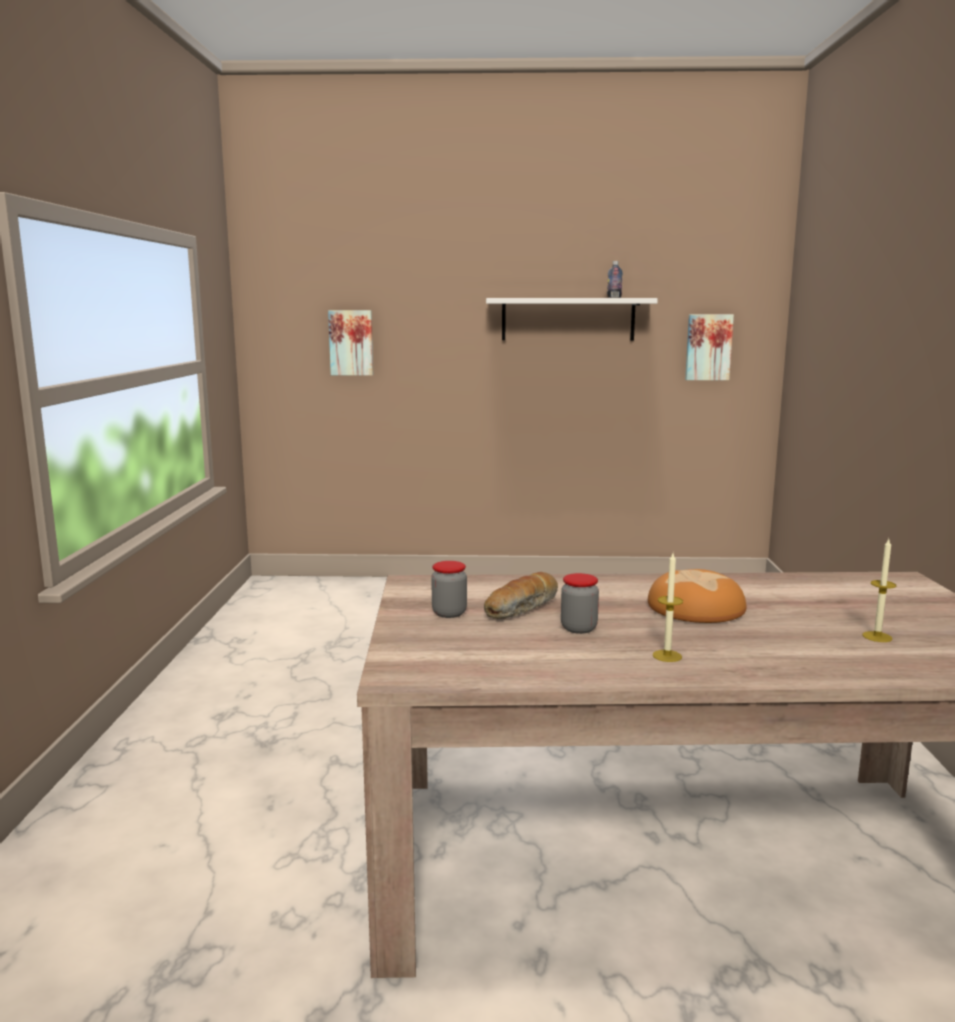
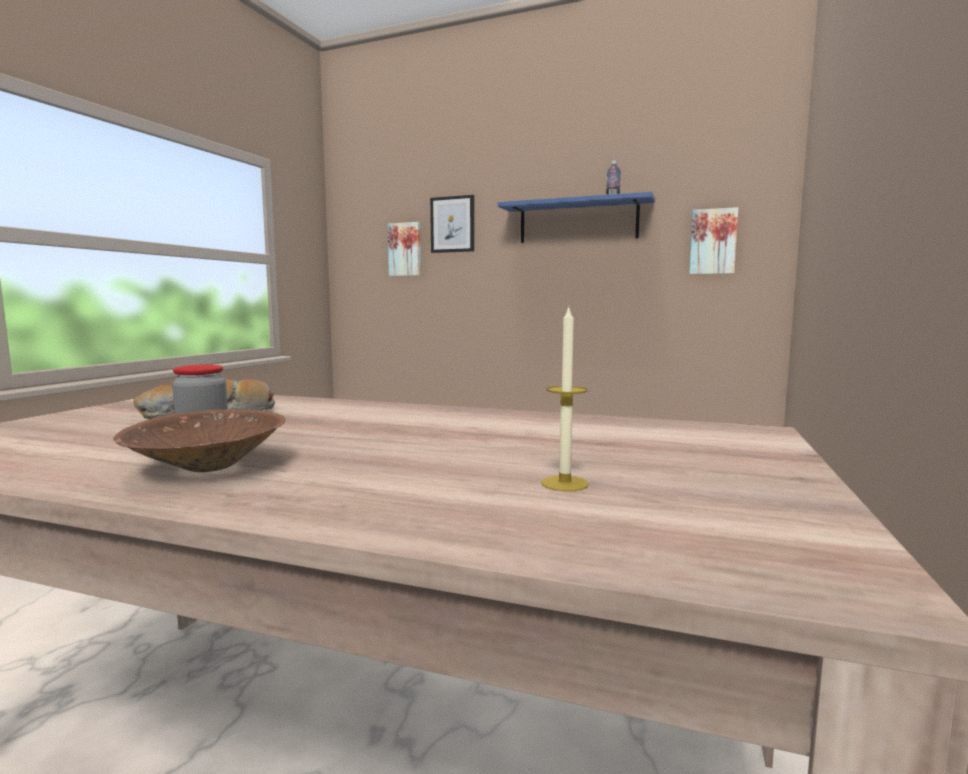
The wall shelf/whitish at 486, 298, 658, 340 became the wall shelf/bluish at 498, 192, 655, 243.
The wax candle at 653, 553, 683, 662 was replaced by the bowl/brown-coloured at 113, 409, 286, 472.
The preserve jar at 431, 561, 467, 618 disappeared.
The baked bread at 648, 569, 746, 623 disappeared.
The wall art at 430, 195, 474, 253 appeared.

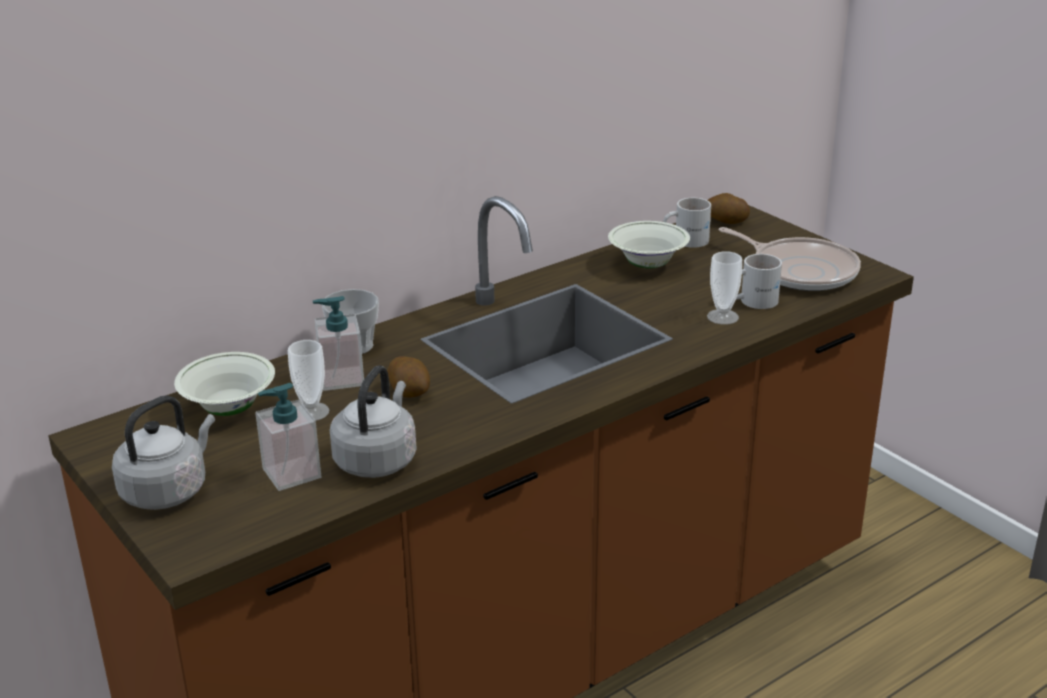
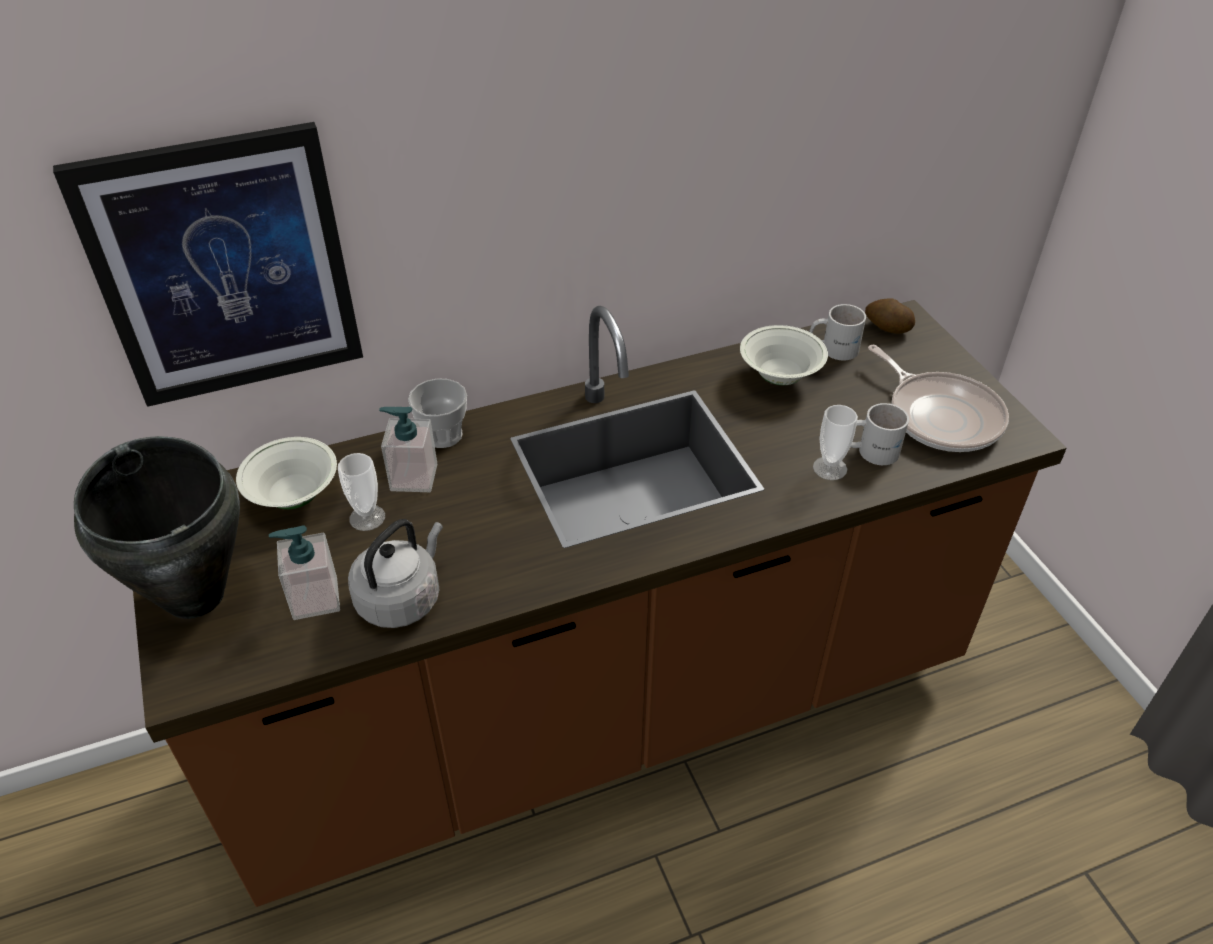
The spud at 387, 356, 430, 398 disappeared.
The water kettle/gray at 112, 395, 215, 510 was replaced by the cooking pot/blackish at 74, 436, 240, 619.
The wall art at 53, 122, 363, 407 appeared.

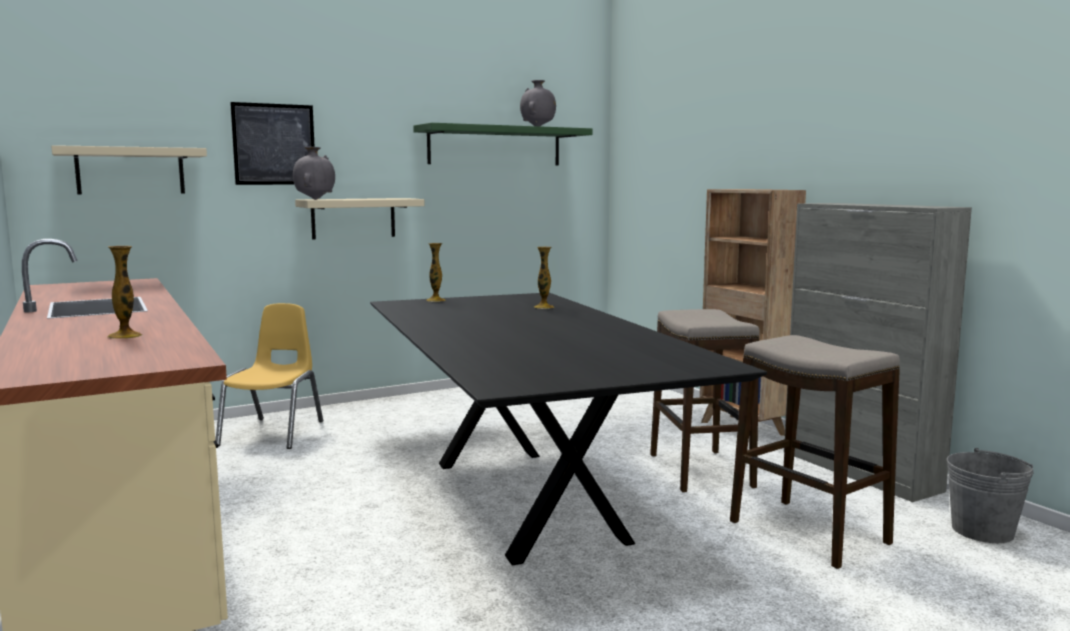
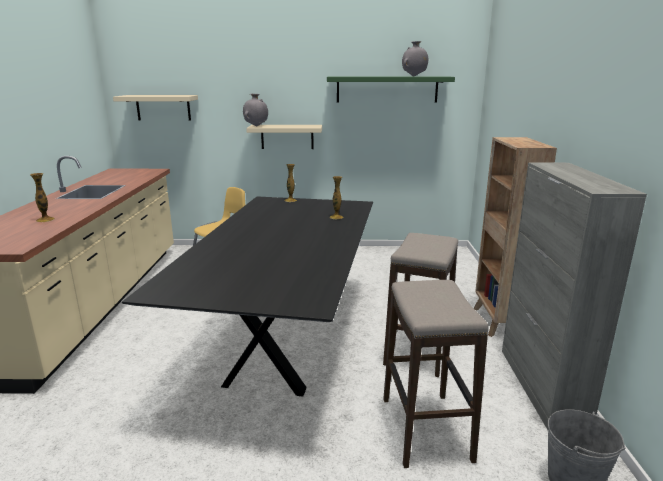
The wall art at 230, 102, 315, 185 disappeared.

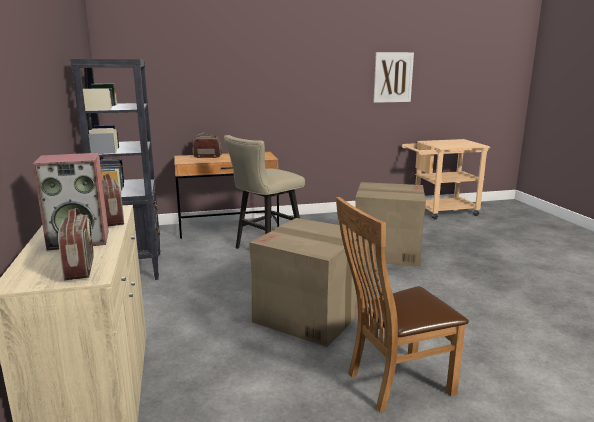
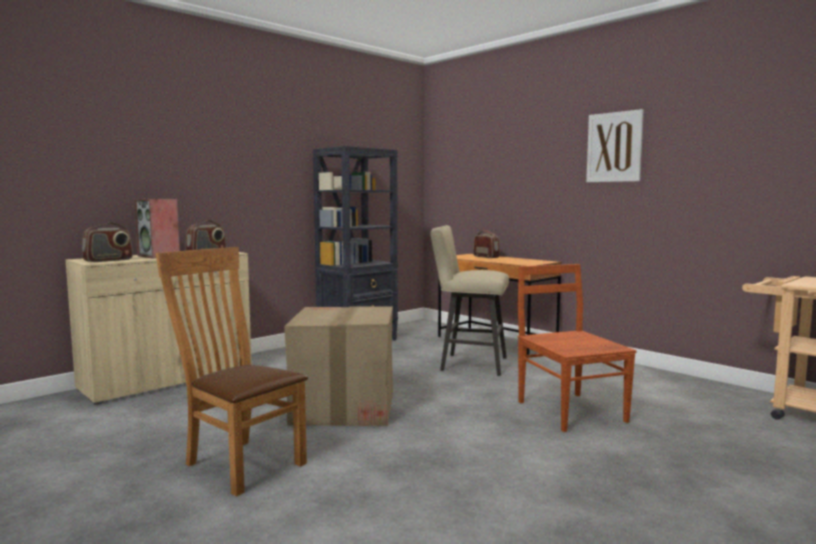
The wall art moved from 374, 52, 414, 103 to 586, 109, 644, 182.
The cardboard box at 356, 182, 426, 267 was replaced by the chair/brown-coloured at 518, 264, 637, 432.

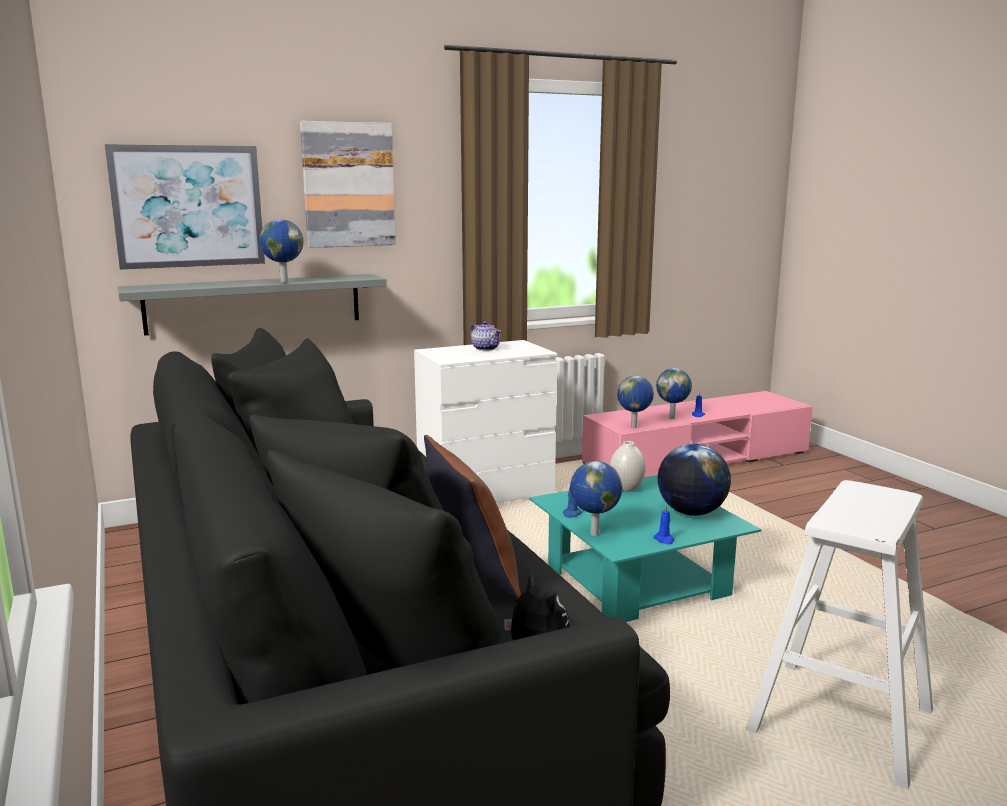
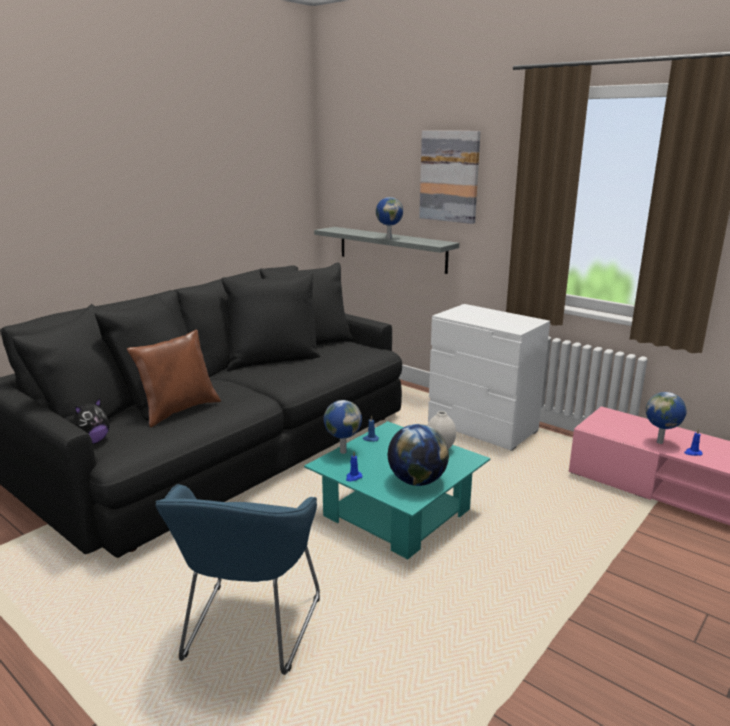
The wall art at 105, 144, 265, 270 disappeared.
The teapot at 470, 321, 501, 351 disappeared.
The world globe at 617, 376, 654, 428 disappeared.
The stool seat/whitish at 745, 480, 933, 790 was replaced by the easy chair/bluish at 155, 484, 320, 675.

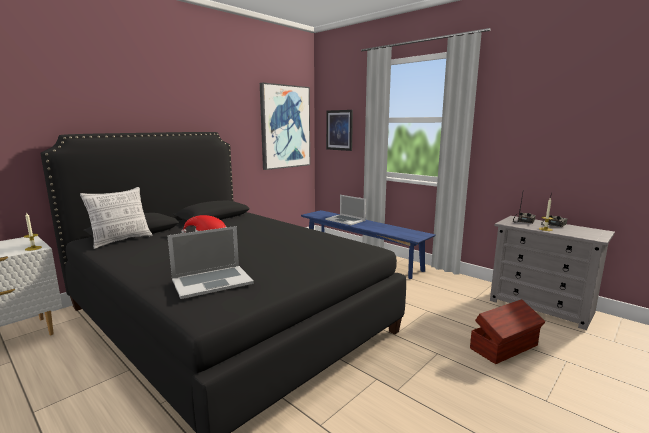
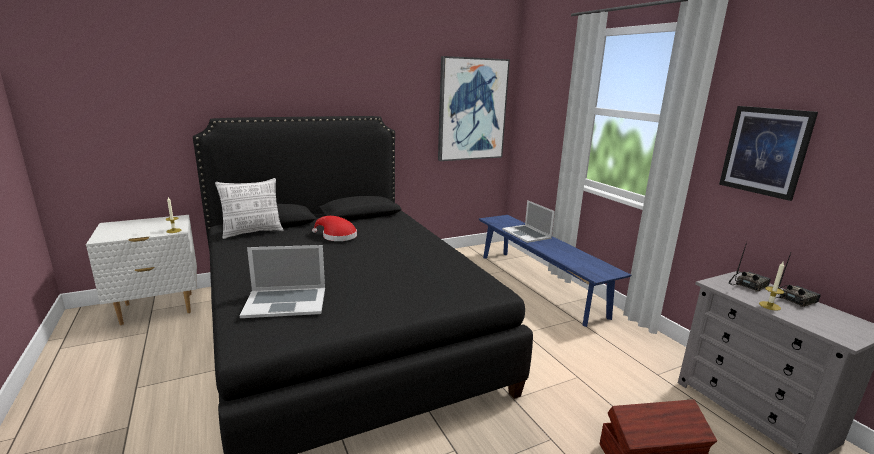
The wall art moved from 326, 110, 353, 151 to 719, 106, 818, 201.

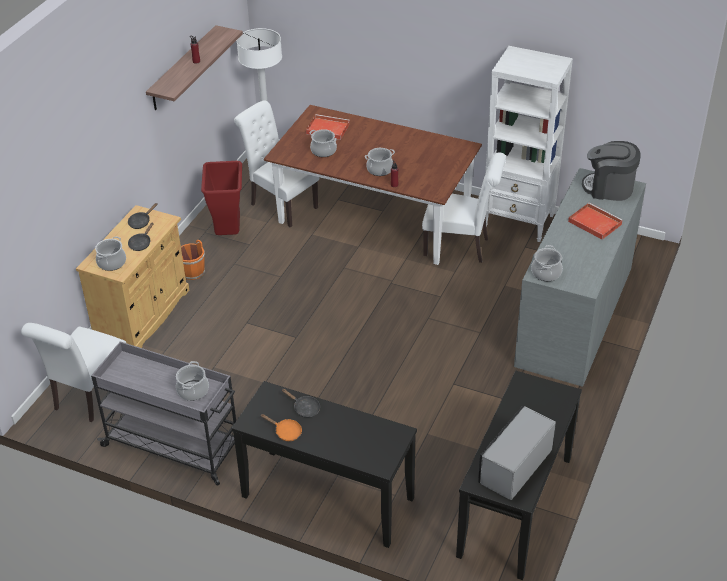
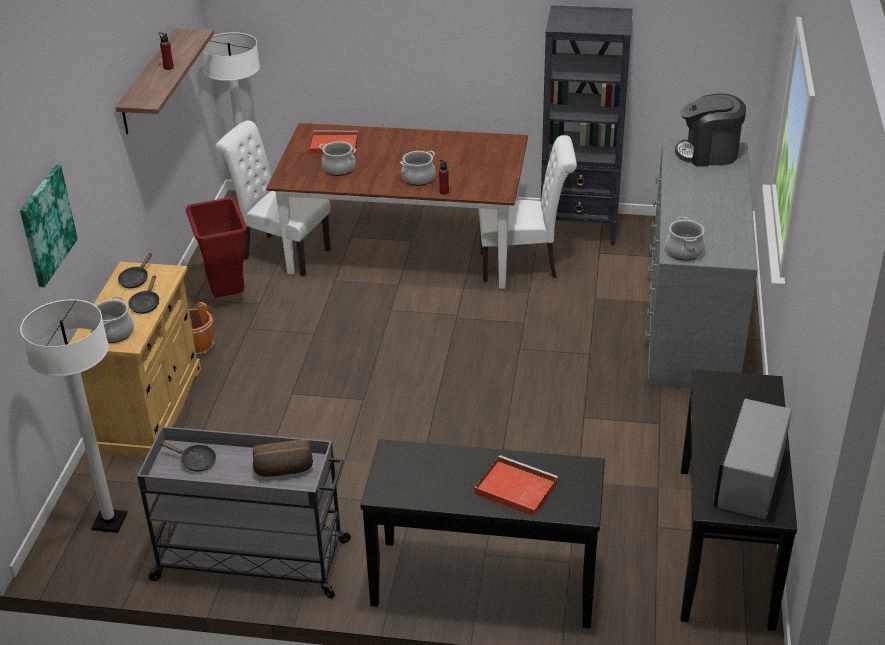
The shelving unit/whitish at 485, 46, 573, 242 became the shelving unit/blackish at 541, 5, 633, 245.
The carrying tray/reddish moved from 568, 203, 623, 240 to 474, 455, 558, 517.
The chair/whitish at 21, 323, 126, 422 was replaced by the standing lamp/whitish at 20, 299, 127, 533.
The cooking pot at 176, 361, 209, 401 was replaced by the baked bread at 253, 439, 313, 477.
The pan/blackish moved from 282, 389, 320, 418 to 160, 441, 216, 471.
The pan/orange at 260, 414, 302, 441 disappeared.
The wall art at 20, 165, 78, 287 appeared.

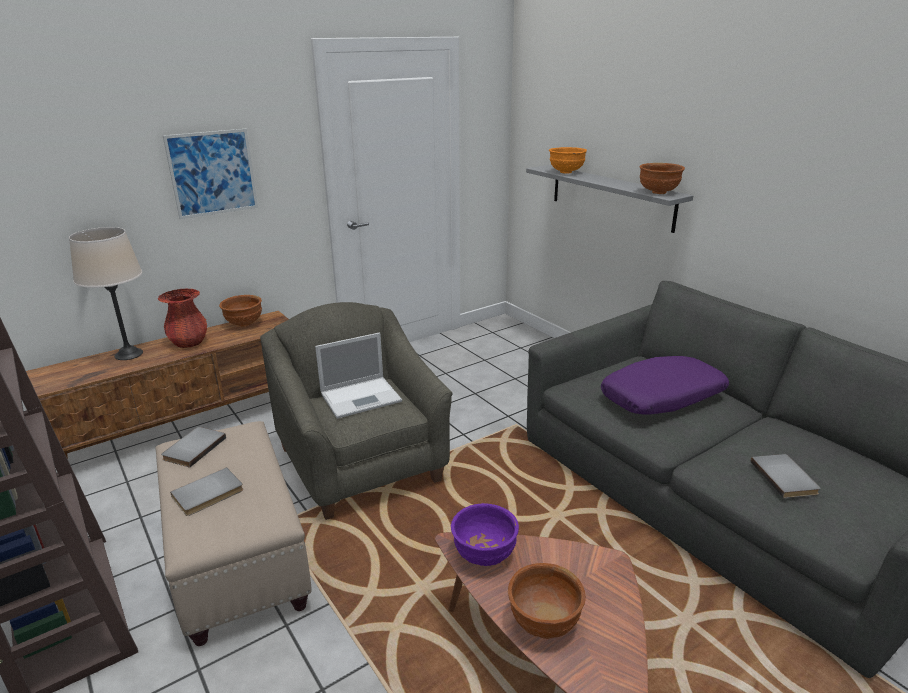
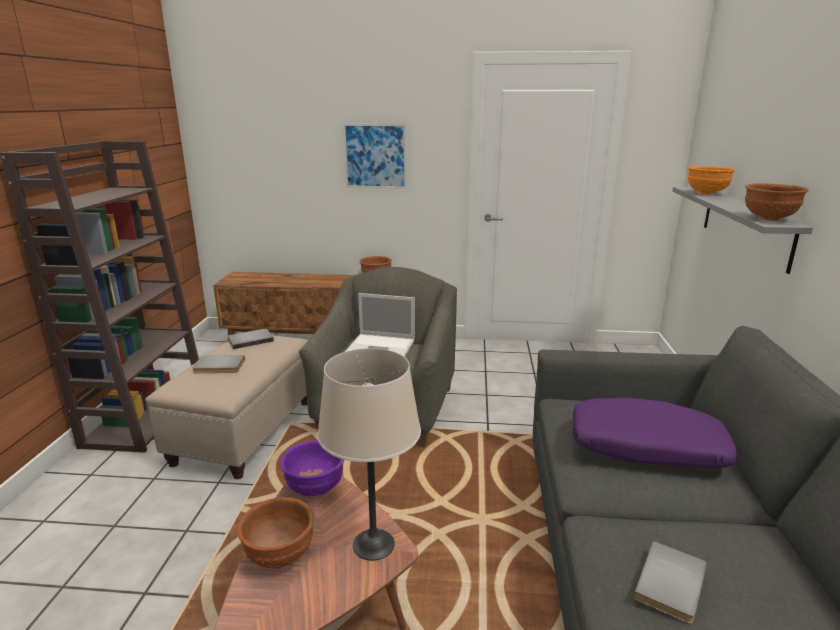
The tabletop lamp/beige moved from 69, 227, 143, 360 to 317, 348, 421, 561.
The vase/reddish at 158, 288, 207, 348 disappeared.

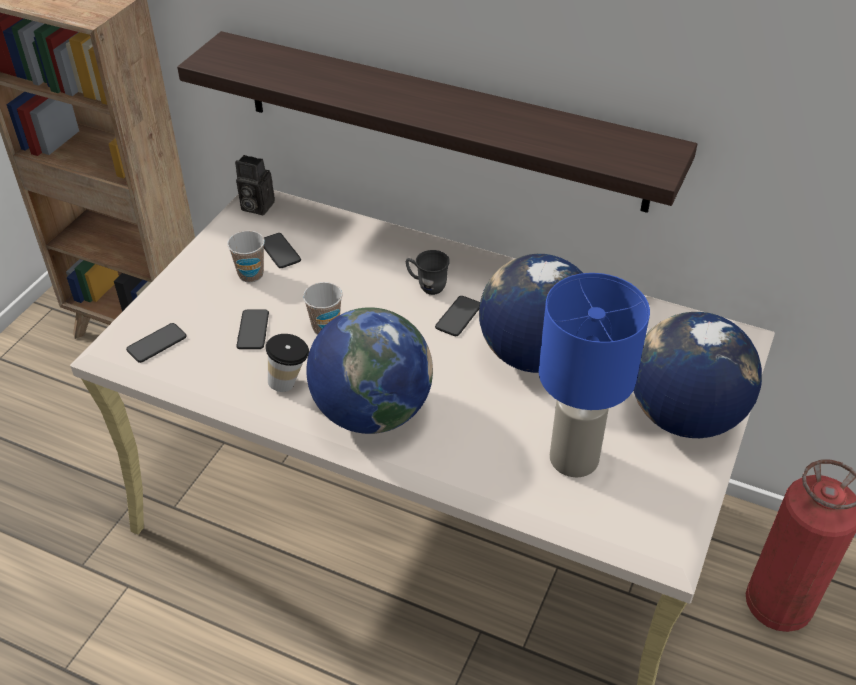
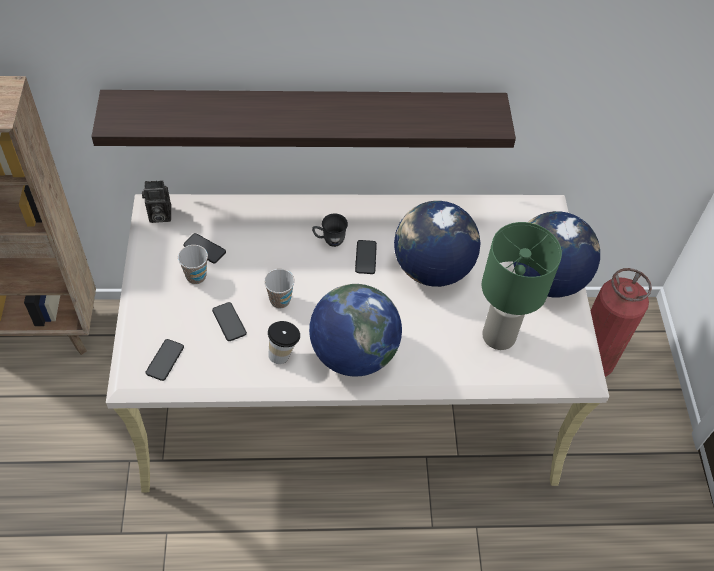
The tabletop lamp/bluish at 539, 273, 650, 477 became the tabletop lamp/green-coloured at 482, 222, 562, 350.

